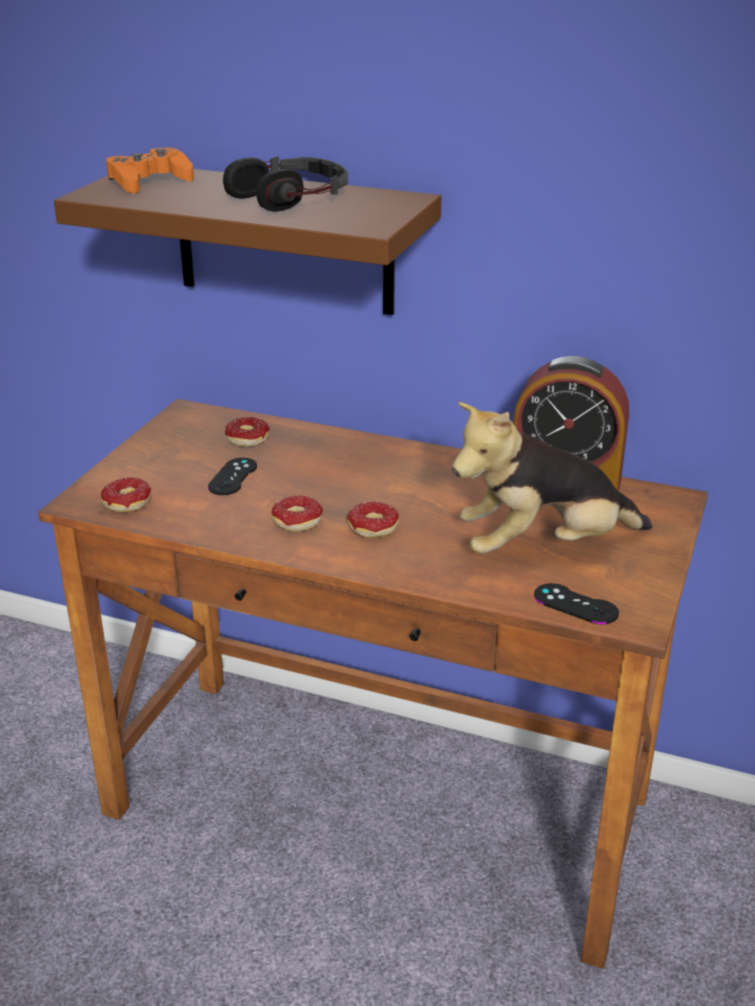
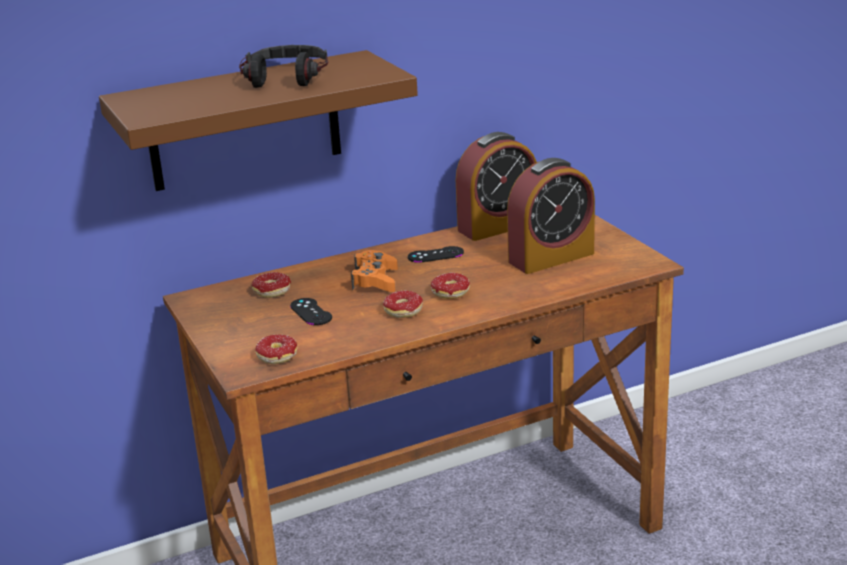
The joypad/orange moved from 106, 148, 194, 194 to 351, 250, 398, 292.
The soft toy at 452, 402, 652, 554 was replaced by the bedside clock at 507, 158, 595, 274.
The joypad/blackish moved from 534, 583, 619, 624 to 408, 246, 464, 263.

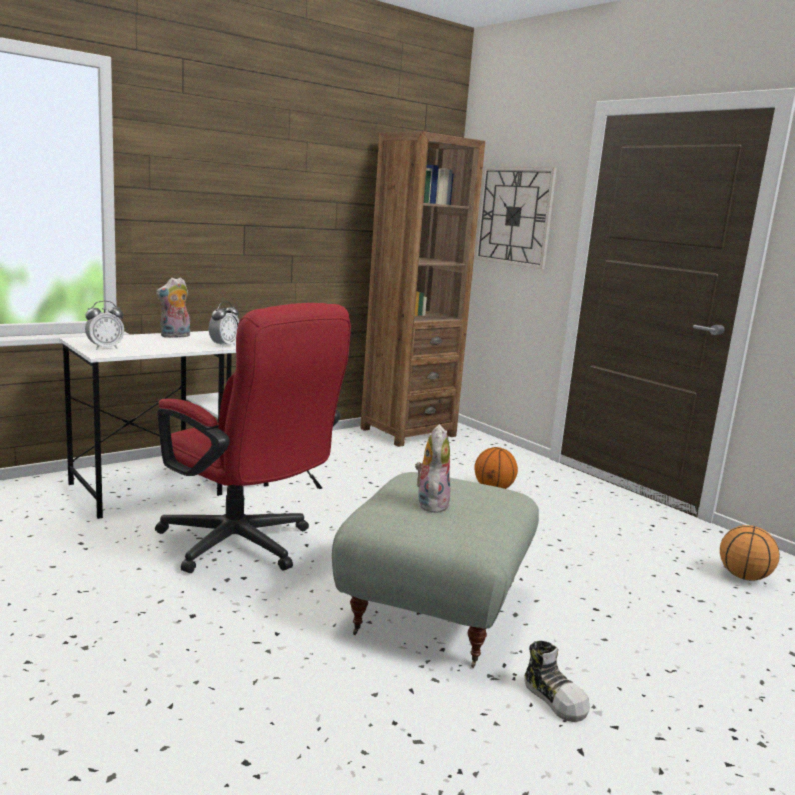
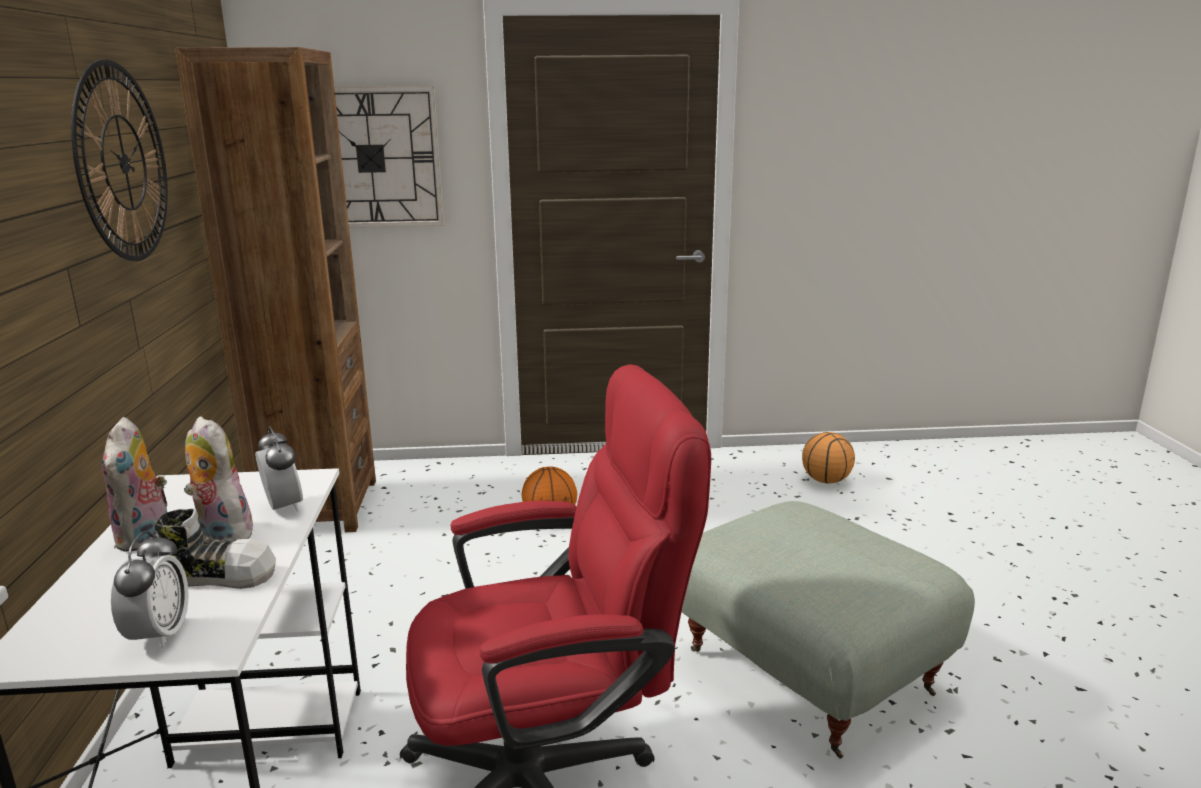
The soft toy moved from 415, 424, 450, 513 to 184, 417, 257, 542.
The low shoe moved from 524, 641, 590, 722 to 155, 508, 276, 589.
The wall clock at 71, 59, 168, 261 appeared.

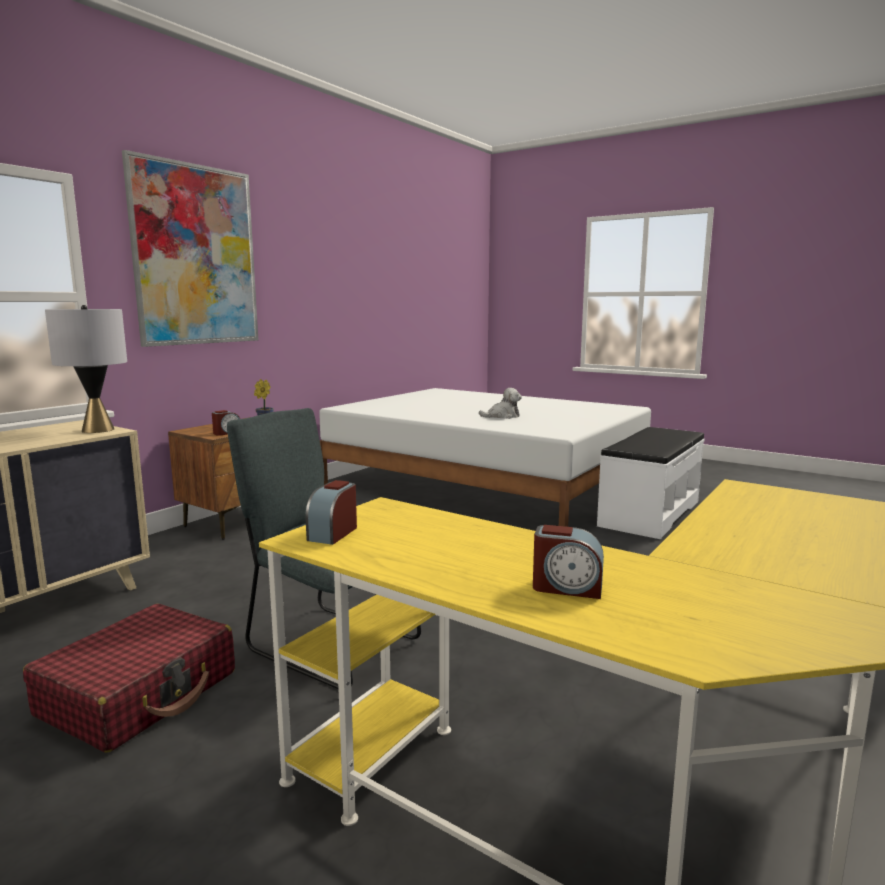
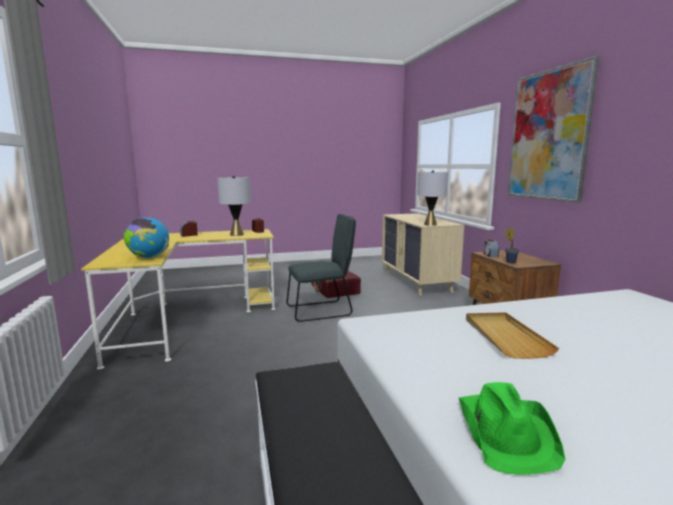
The soft toy at 479, 388, 522, 419 was replaced by the carrying tray/beige at 466, 313, 559, 359.
The tabletop lamp/gray at 217, 176, 251, 236 appeared.
The world globe at 124, 217, 169, 258 appeared.
The wearable hat/green-coloured at 459, 382, 565, 475 appeared.

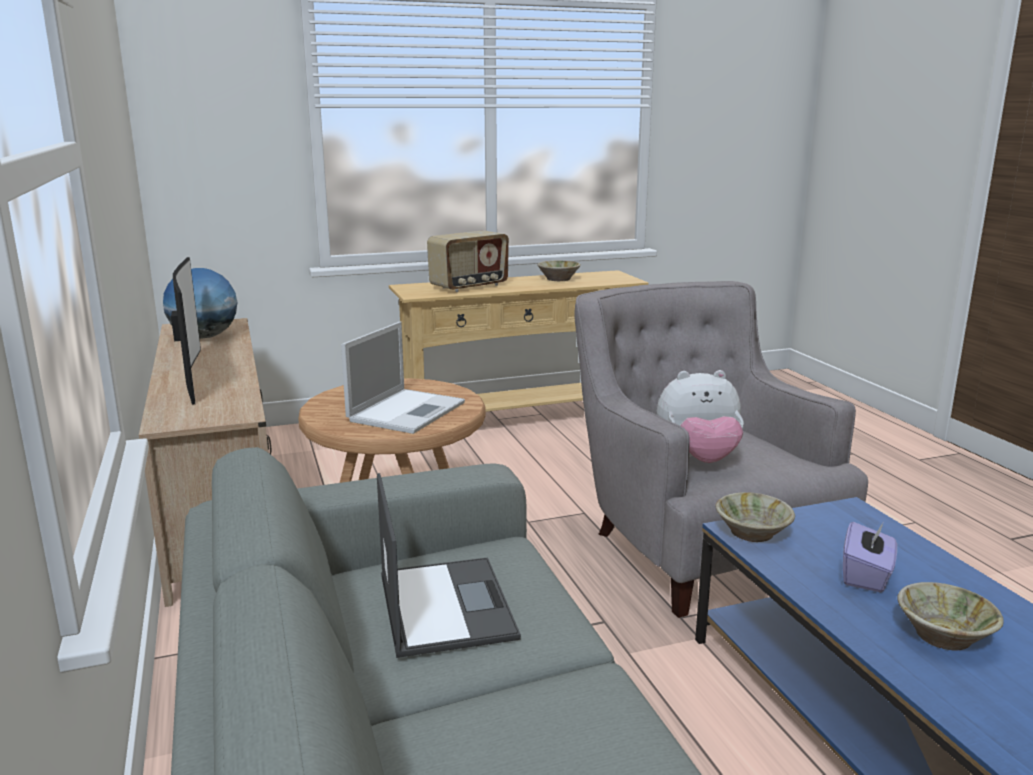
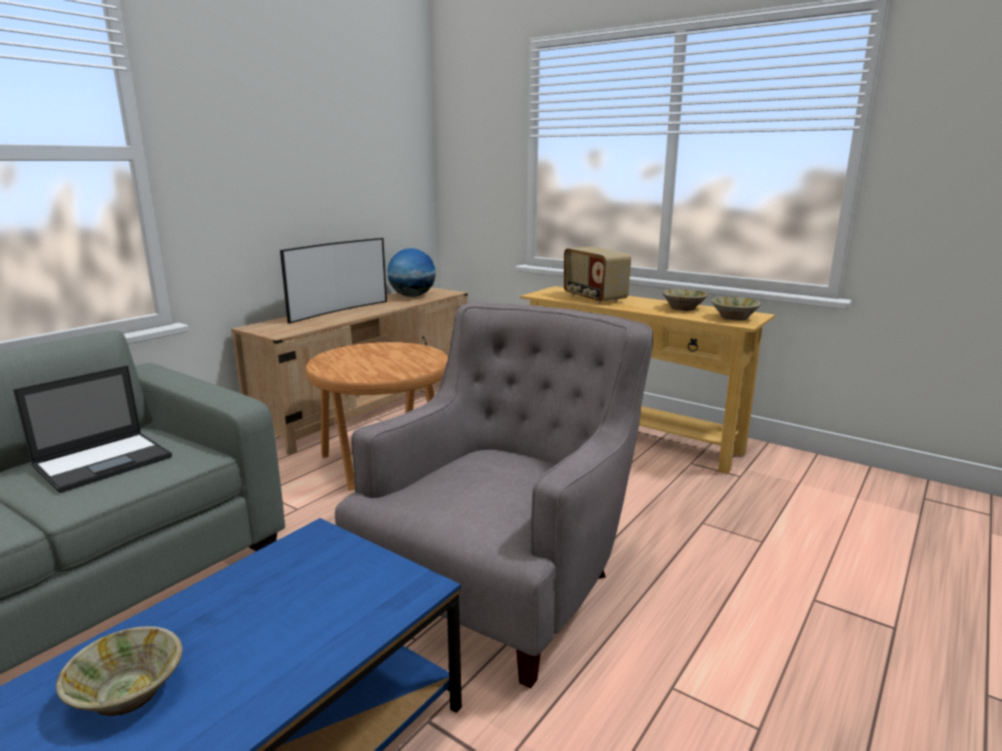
The radio receiver at 427, 230, 509, 292 turned 45 degrees clockwise.
The portable computer at 341, 322, 465, 434 disappeared.
The soft toy at 657, 370, 744, 463 disappeared.
The bowl/beige moved from 715, 492, 795, 542 to 711, 297, 761, 321.
The tissue holder/purple-coloured at 843, 522, 897, 592 disappeared.

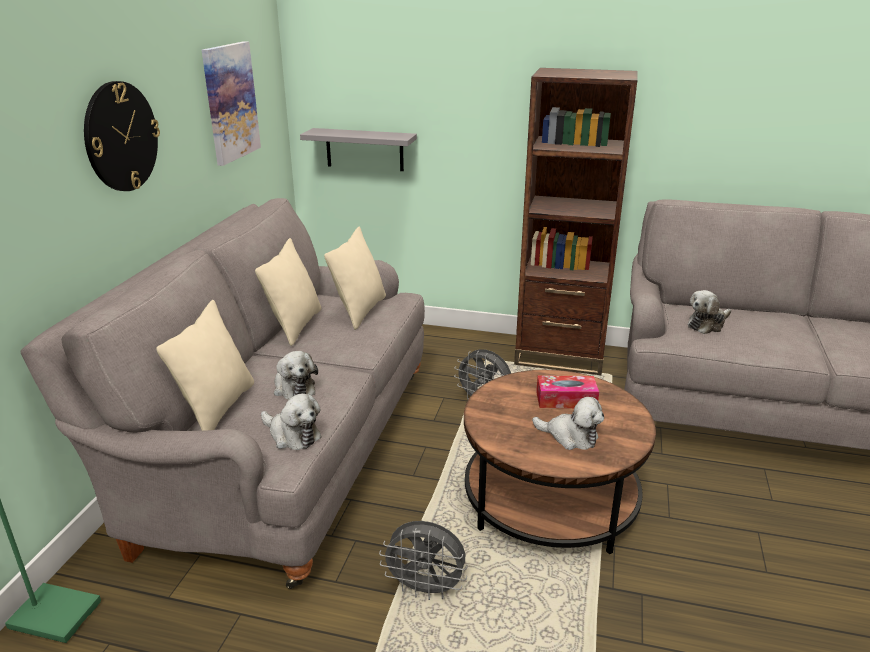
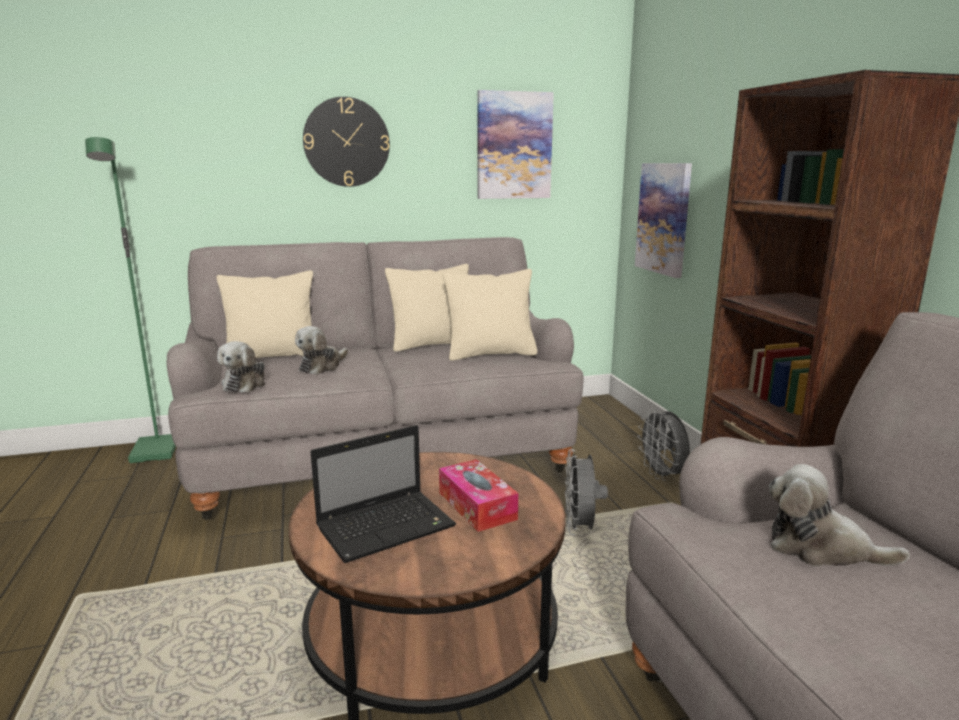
The wall shelf/gray at 300, 128, 417, 171 was replaced by the wall art at 635, 163, 692, 278.
The soft toy at 532, 397, 604, 450 was replaced by the portable computer at 310, 425, 456, 563.
The electric fan/gray moved from 379, 521, 468, 600 to 637, 409, 690, 481.

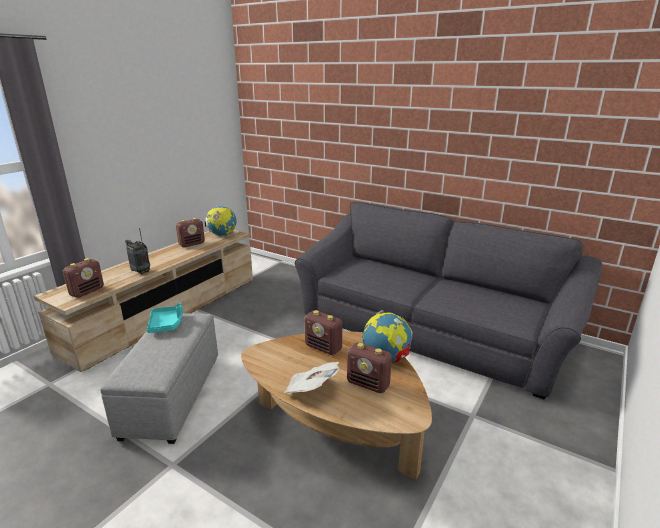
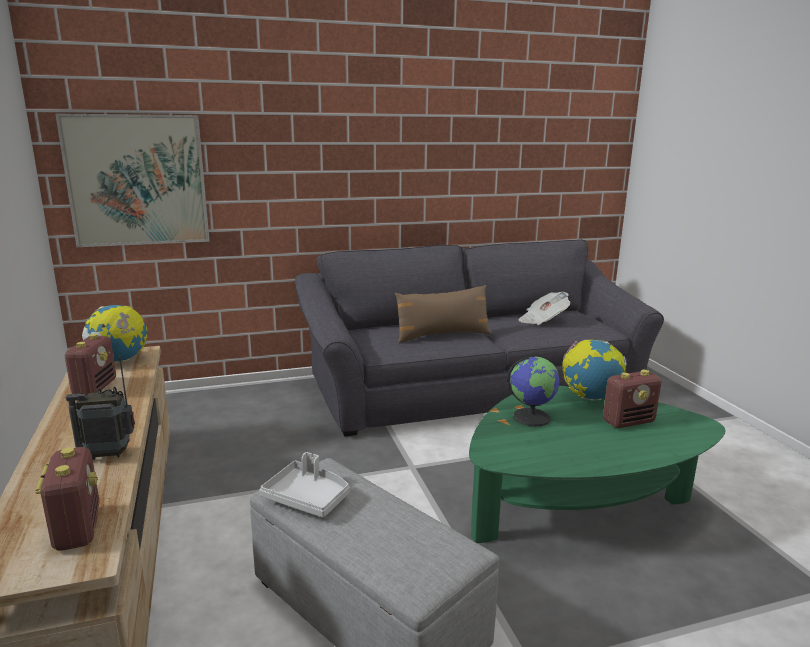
The carrying tray/blue-green at 147, 303, 183, 333 became the carrying tray/gray at 259, 452, 350, 517.
The radio receiver at 305, 310, 342, 355 was replaced by the world globe at 507, 357, 559, 427.
The lounge table/brown-coloured at 241, 331, 432, 479 became the lounge table/green-coloured at 469, 386, 726, 543.
The printed paper moved from 284, 362, 339, 393 to 518, 292, 570, 325.
The wall art at 55, 114, 210, 247 appeared.
The pillow/brown-coloured at 395, 285, 491, 343 appeared.

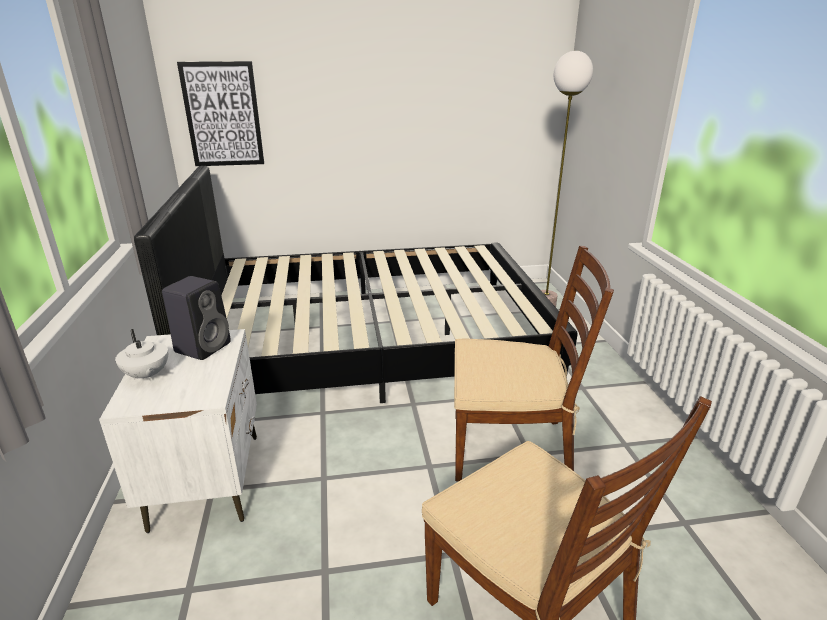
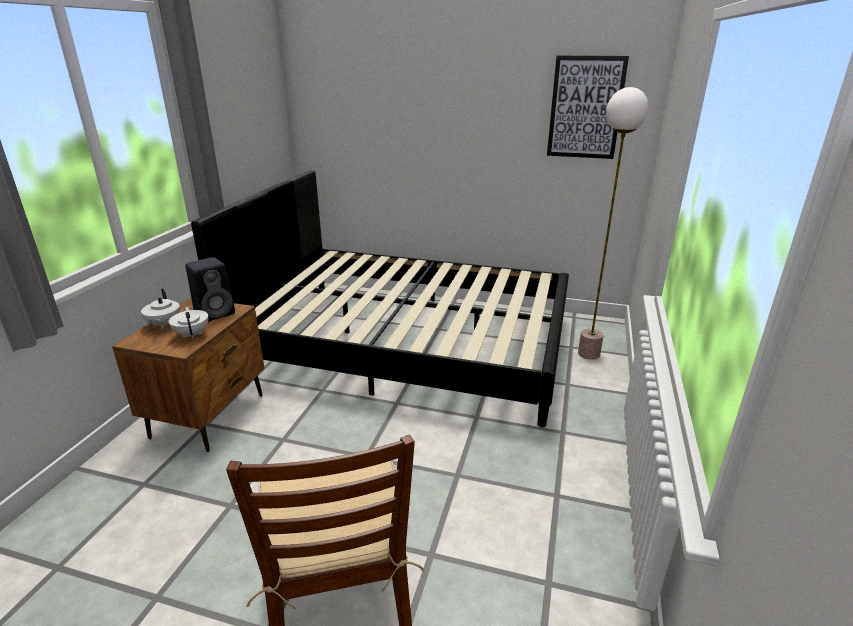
The wall art moved from 177, 61, 264, 166 to 547, 55, 629, 159.
The chair/brown-coloured at 454, 246, 614, 481 disappeared.
The nightstand/whitish at 99, 329, 257, 533 became the nightstand/brown-coloured at 112, 298, 265, 452.
The teapot/whitish at 169, 307, 208, 339 appeared.

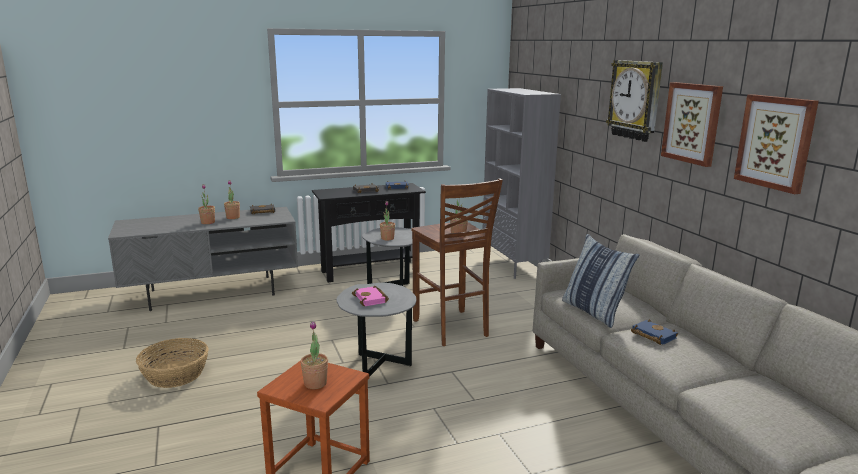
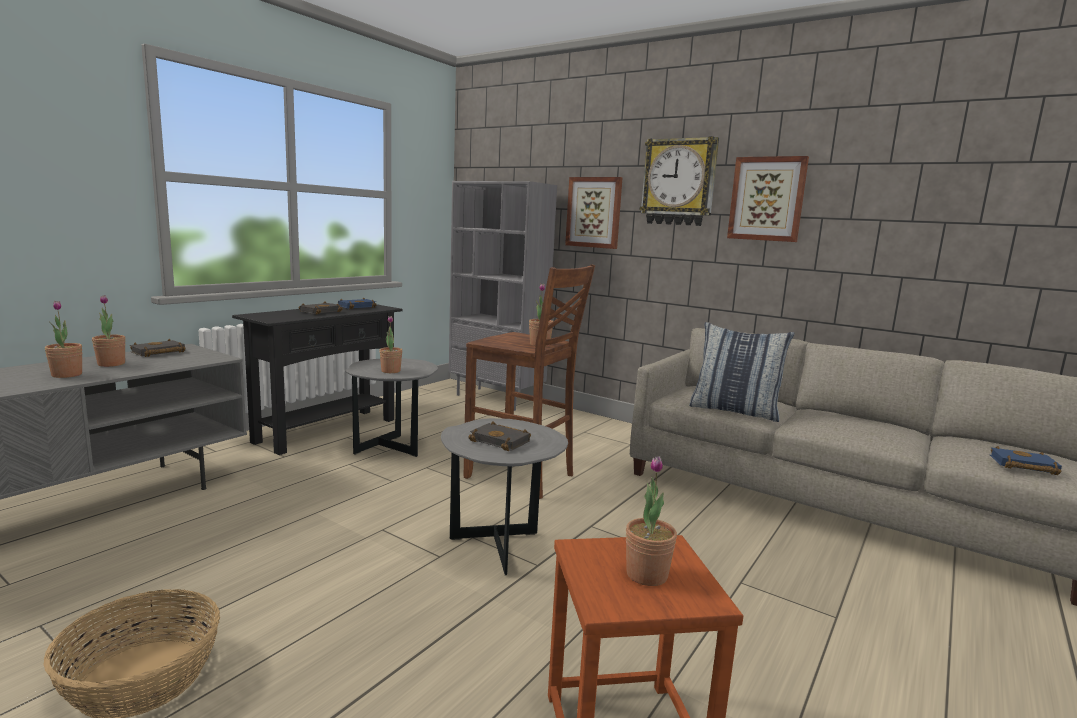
The wall art moved from 734, 94, 819, 194 to 565, 177, 623, 249.
The bound book/pink-coloured at 352, 286, 389, 306 became the bound book/blackish at 468, 422, 531, 451.
The bound book/bluish moved from 631, 320, 678, 345 to 990, 446, 1062, 475.

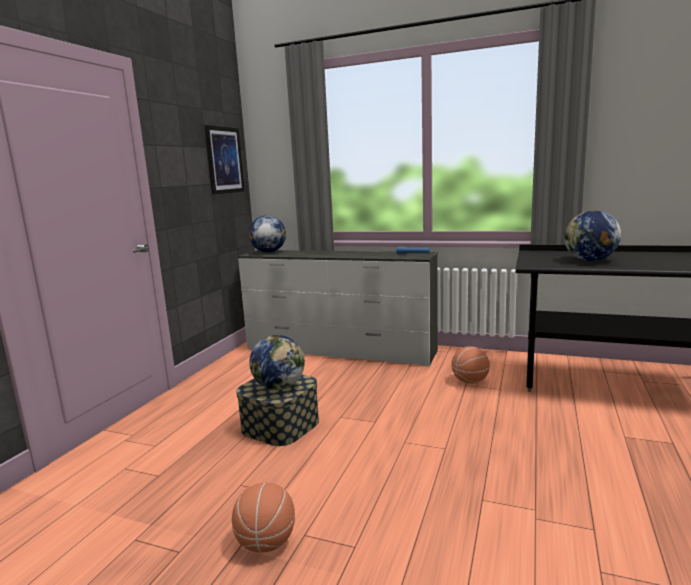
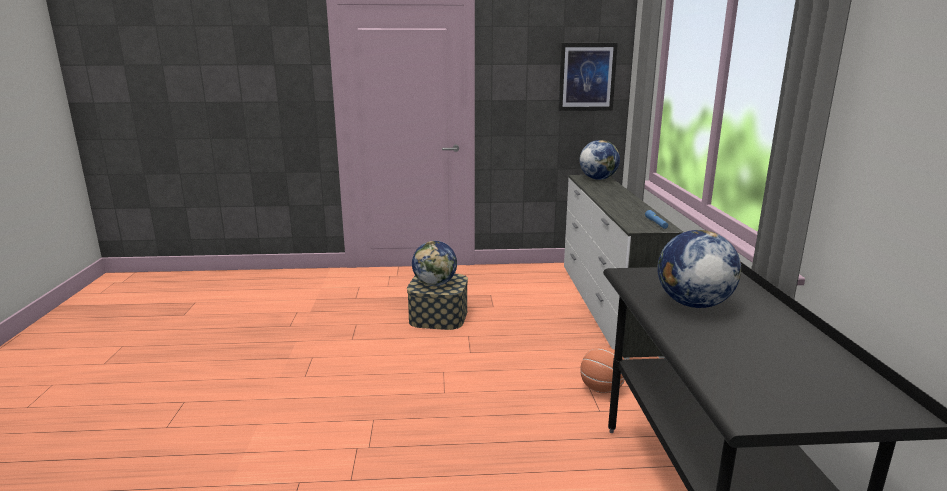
The ball for basketball at 232, 483, 295, 552 disappeared.

